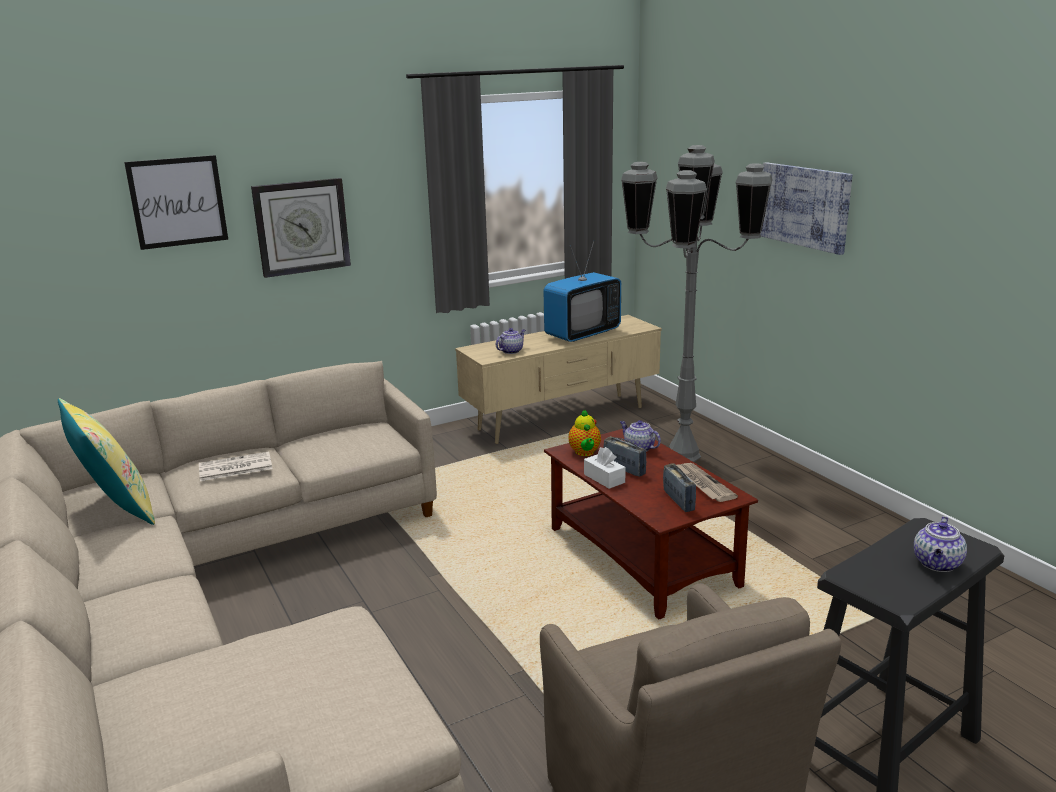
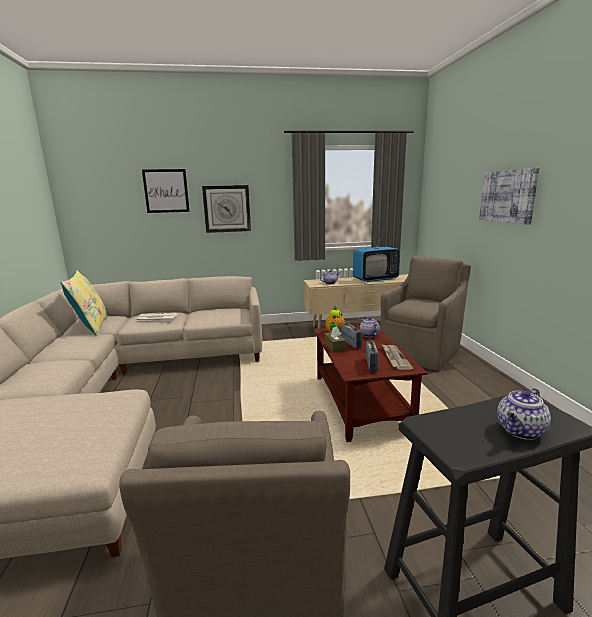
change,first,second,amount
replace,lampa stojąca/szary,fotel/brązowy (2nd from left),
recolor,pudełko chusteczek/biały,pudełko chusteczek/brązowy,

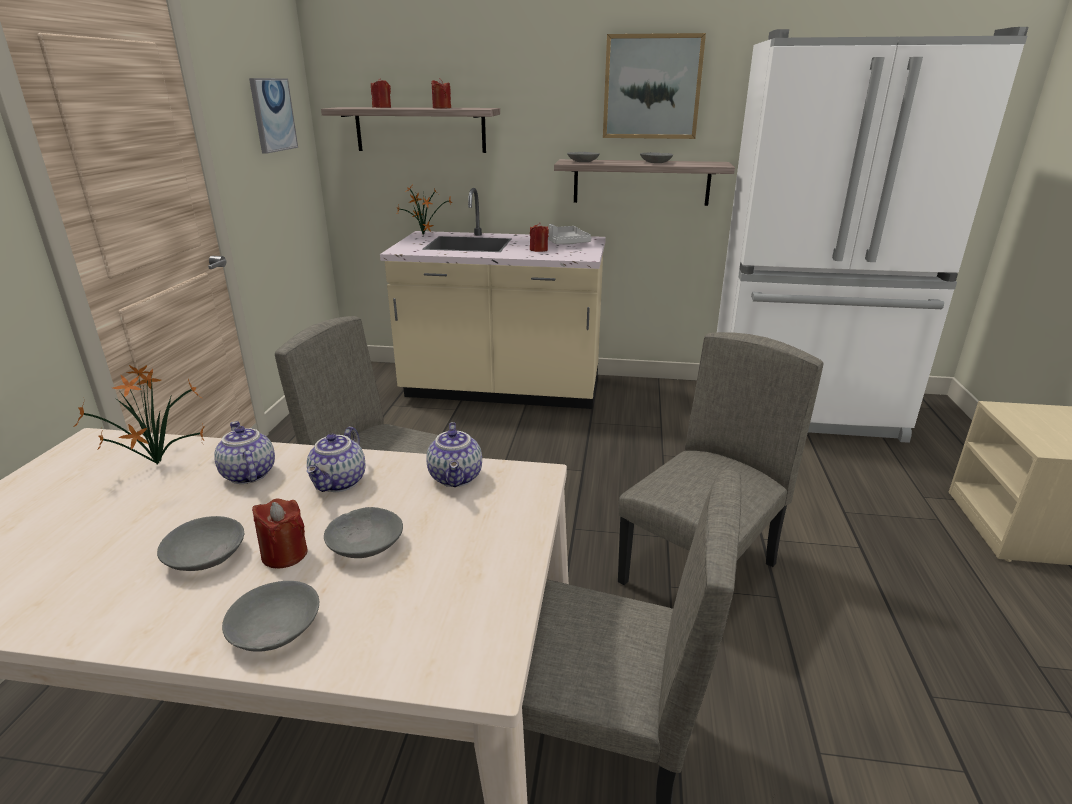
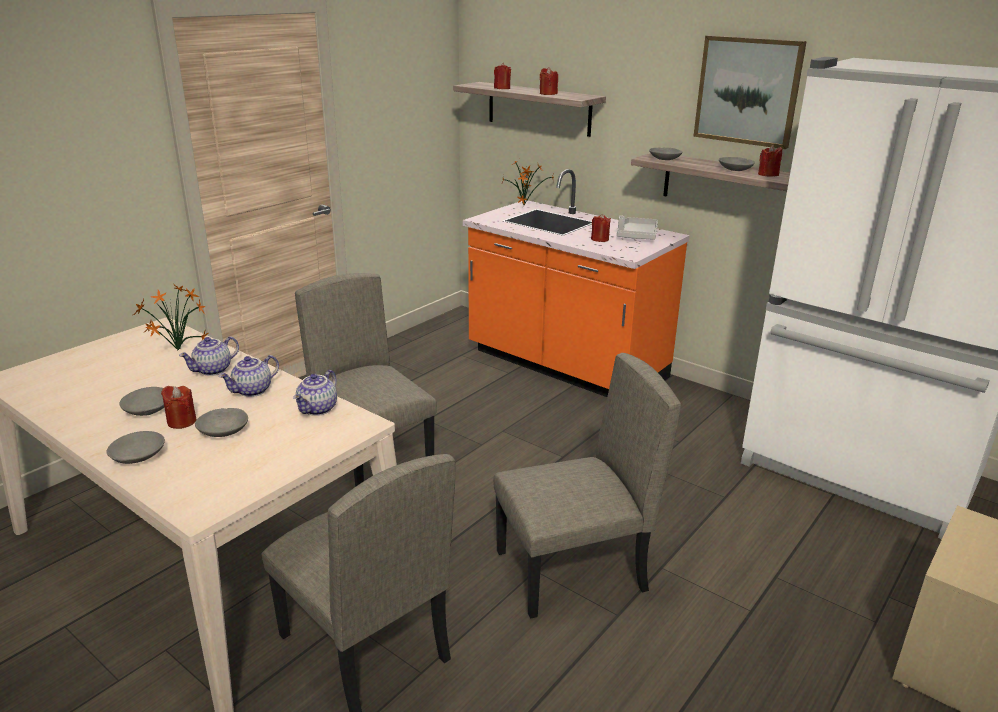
change,first,second,amount
delete,obraz (1st from left),,
recolor,zabudowa kuchenna/beżowy,zabudowa kuchenna/pomarańczowy,
rotate,imbryk (1st from left),,135 degrees counterclockwise
insert,,świeca/czerwony (5th from left),

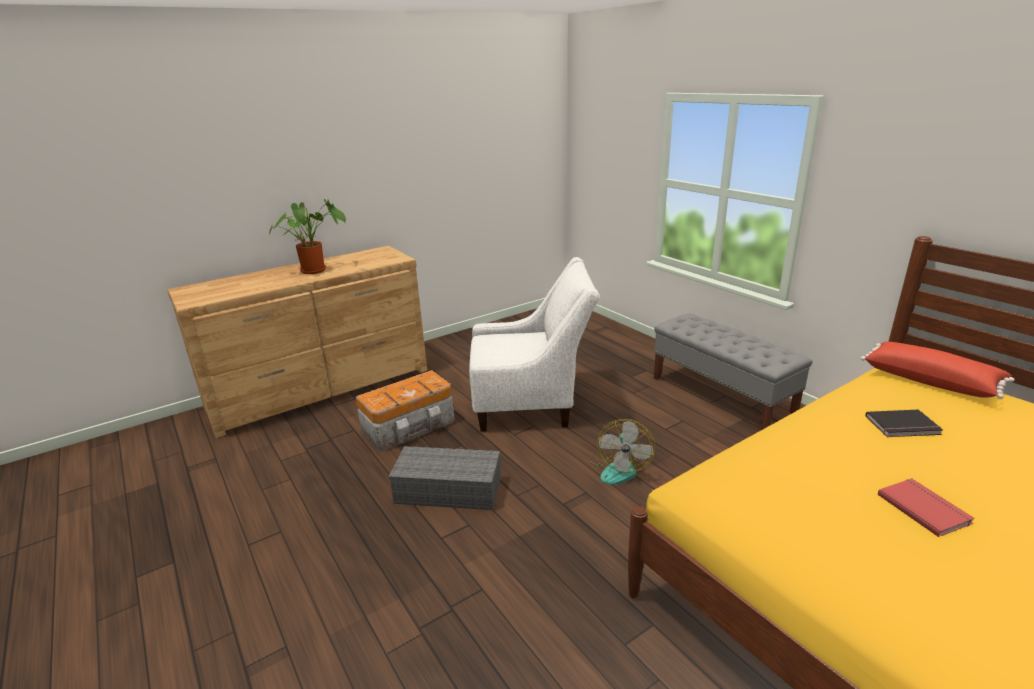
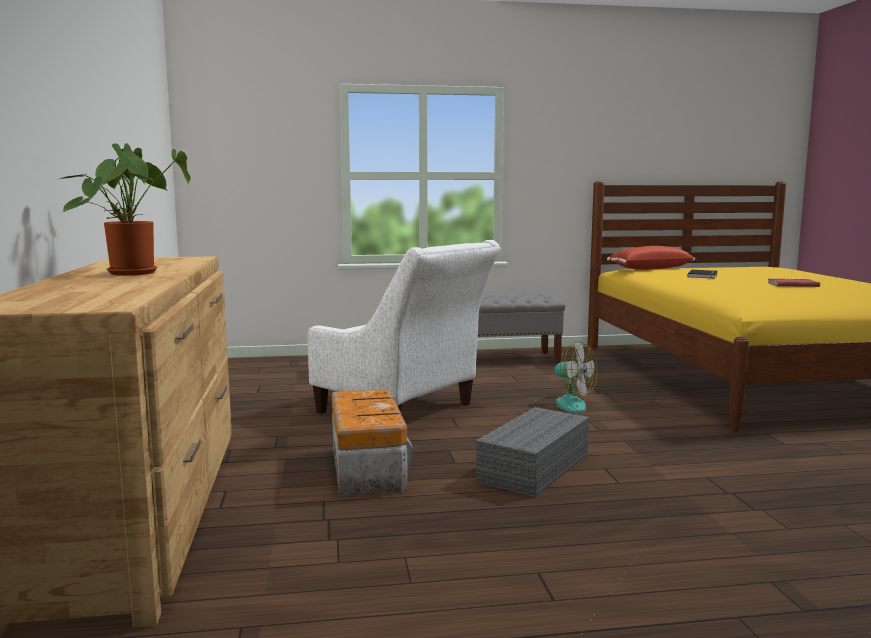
change,first,second,amount
rotate,fotel/biały,,105 degrees clockwise

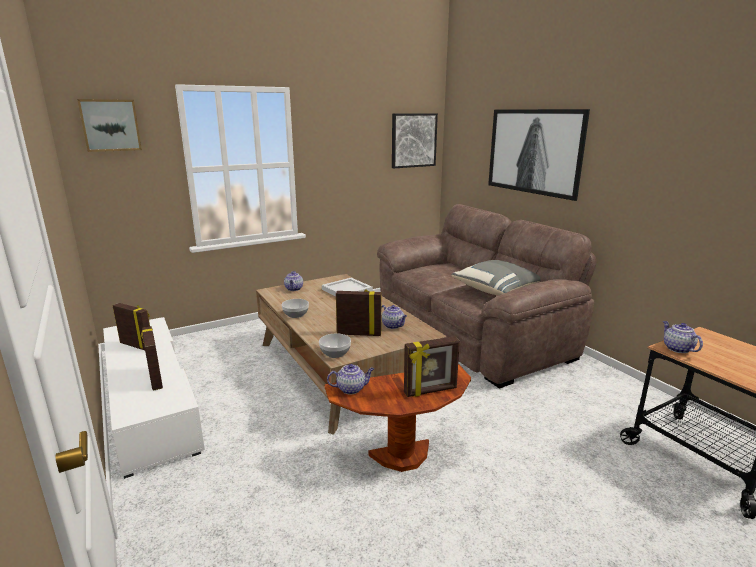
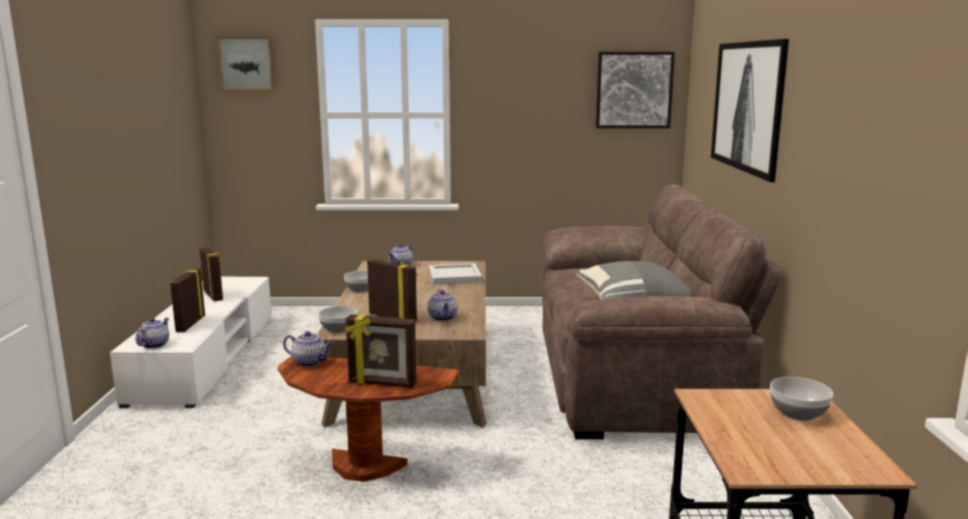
change,first,second,amount
move,imbryk (4th from left in the first image),imbryk (1st from left),
insert,,miska (3rd from left),

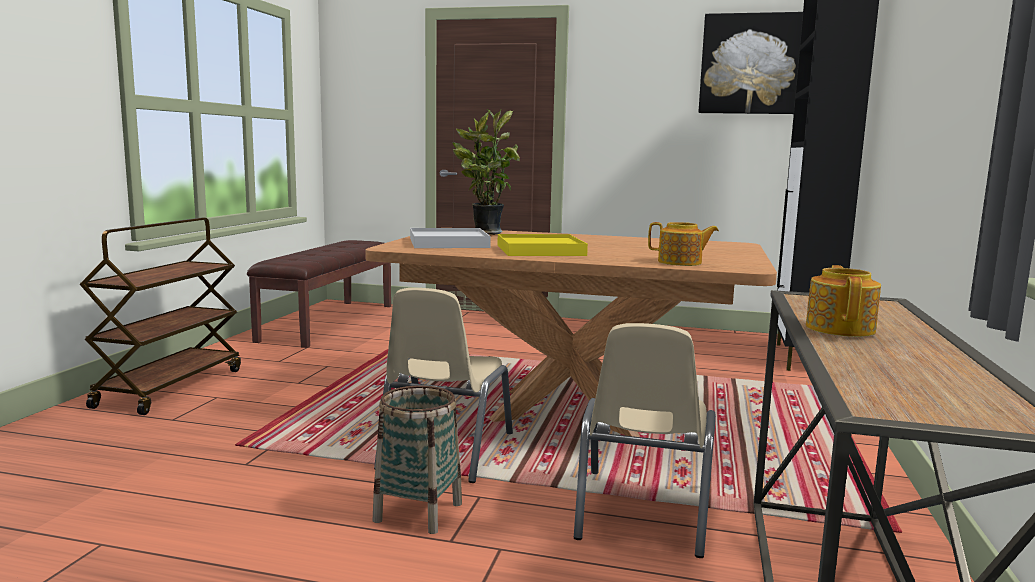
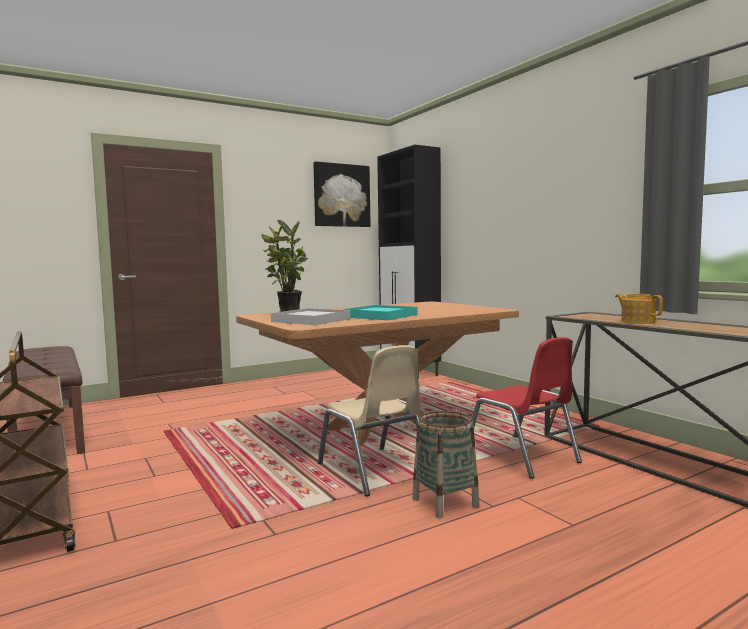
change,first,second,amount
delete,imbryk (1st from left),,
recolor,taca/żółty,taca/turkusowy,
recolor,krzesło/beżowy (2nd from left),krzesło/czerwony,

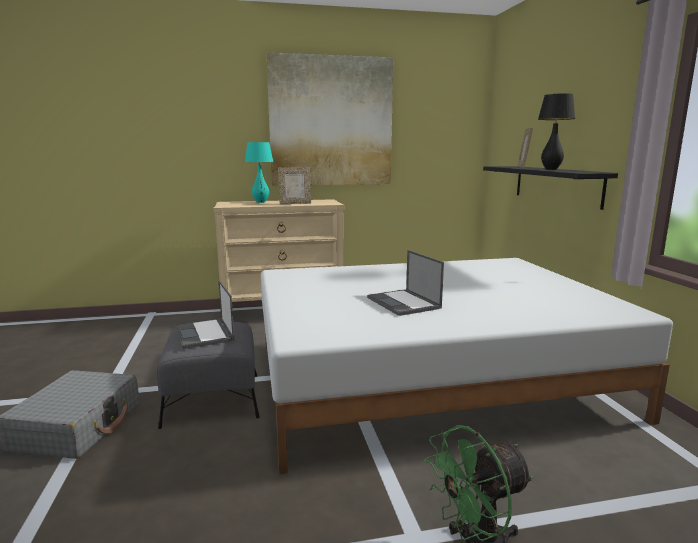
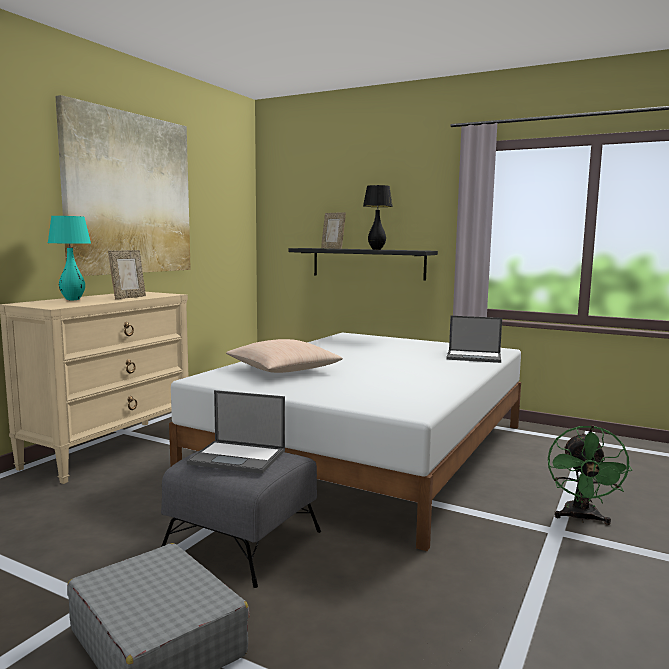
change,first,second,amount
move,laptop (2nd from left),,
insert,,poduszka/beżowy,

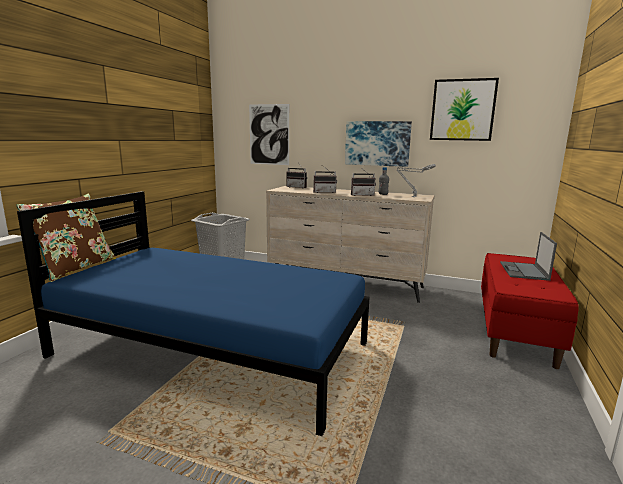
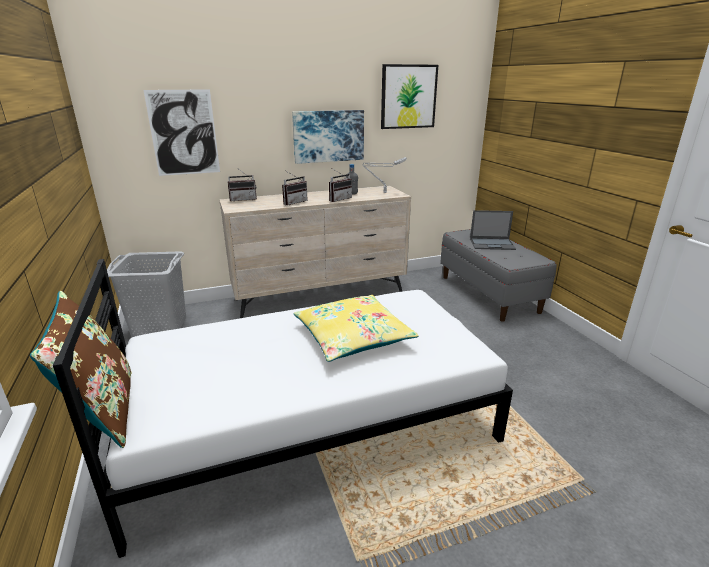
change,first,second,amount
recolor,łóżko/niebieski,łóżko/biały,
rotate,laptop,,60 degrees counterclockwise
recolor,ławka/czerwony,ławka/szary,
insert,,poduszka/żółty,

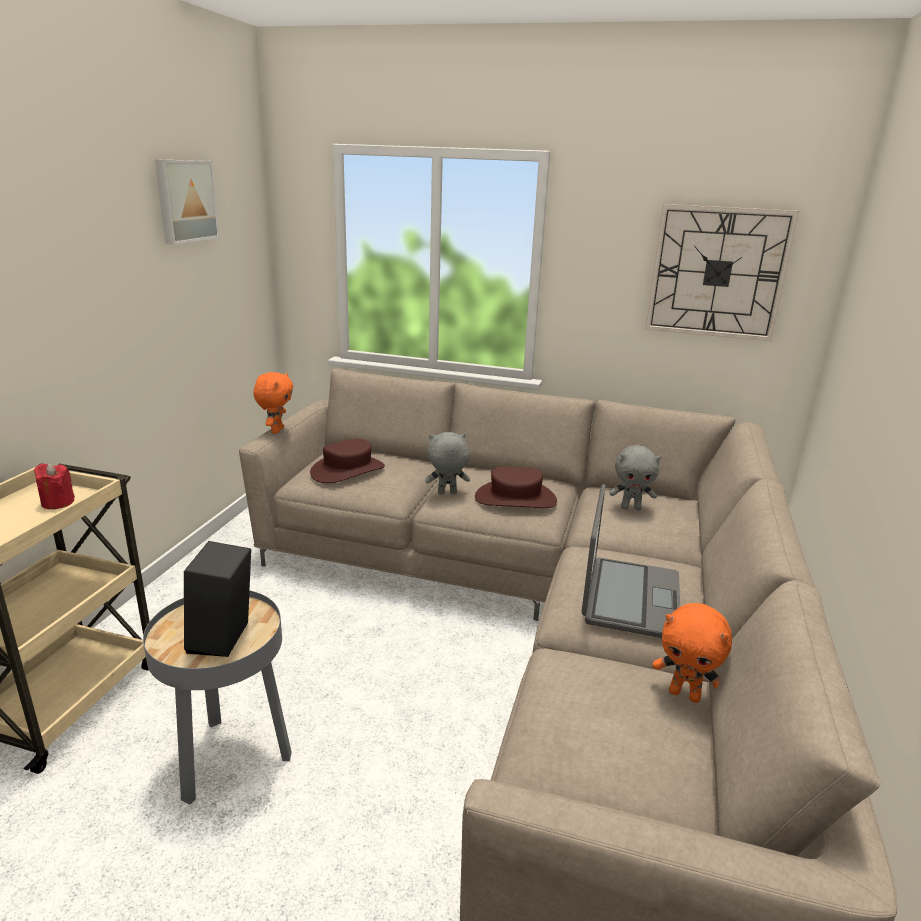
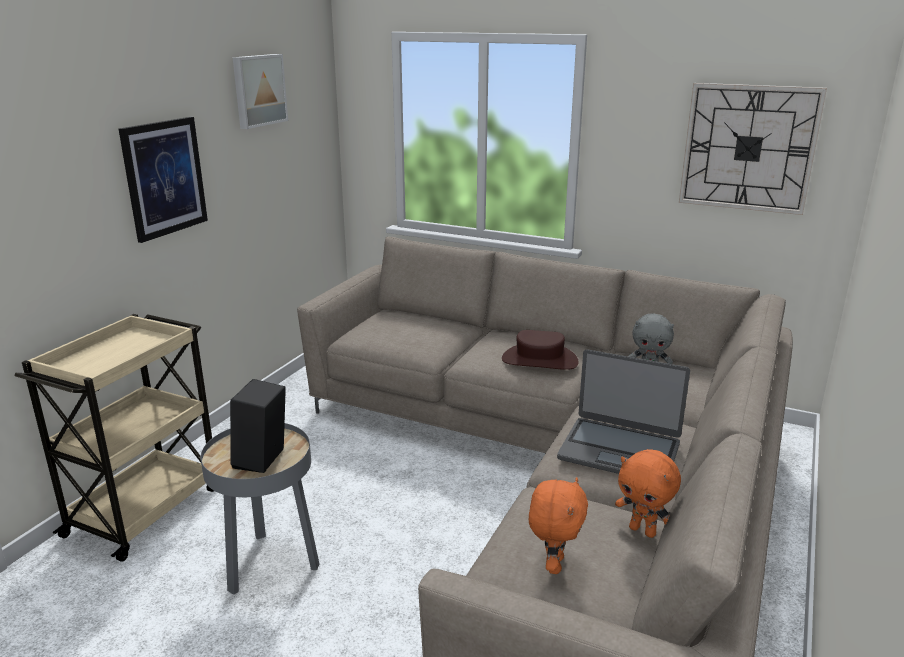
change,first,second,amount
move,pluszak/pomarańczowy (1st from left),,
delete,pluszak/szary (1st from left),,
delete,kapelusz/brązowy (1st from left),,
delete,świeca/czerwony,,
rotate,laptop,,90 degrees clockwise
insert,,obraz (1st from left),

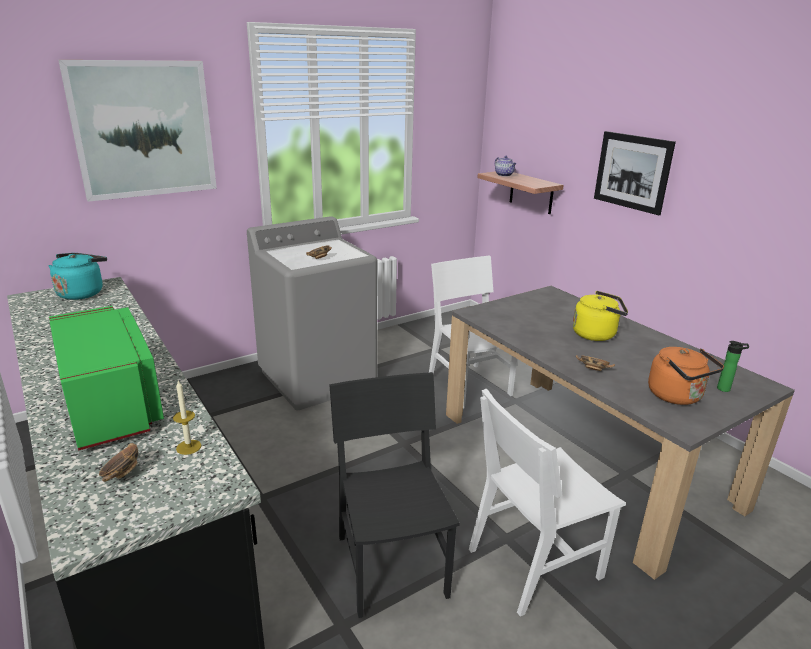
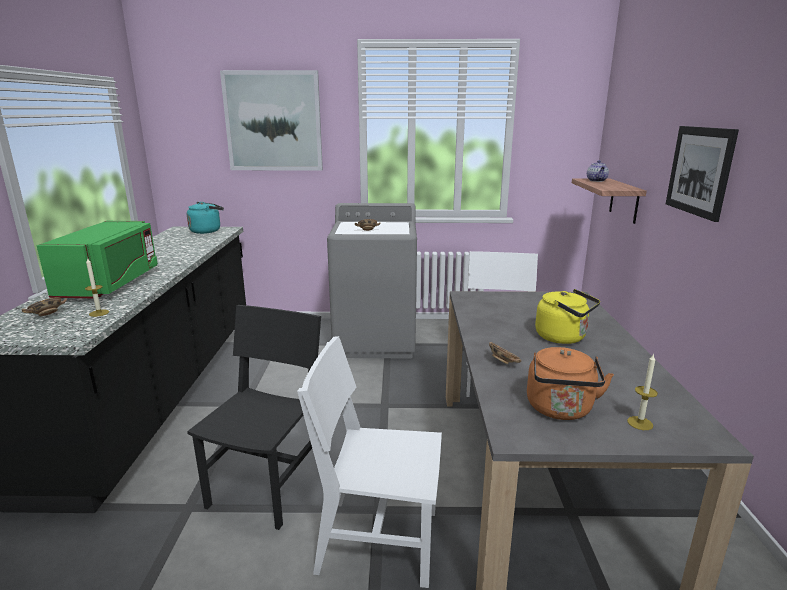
change,first,second,amount
replace,butelka,świeca (2nd from left),

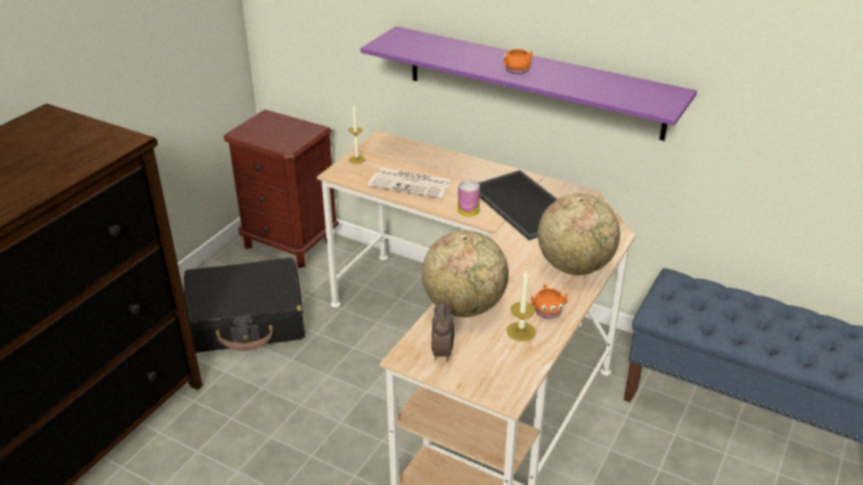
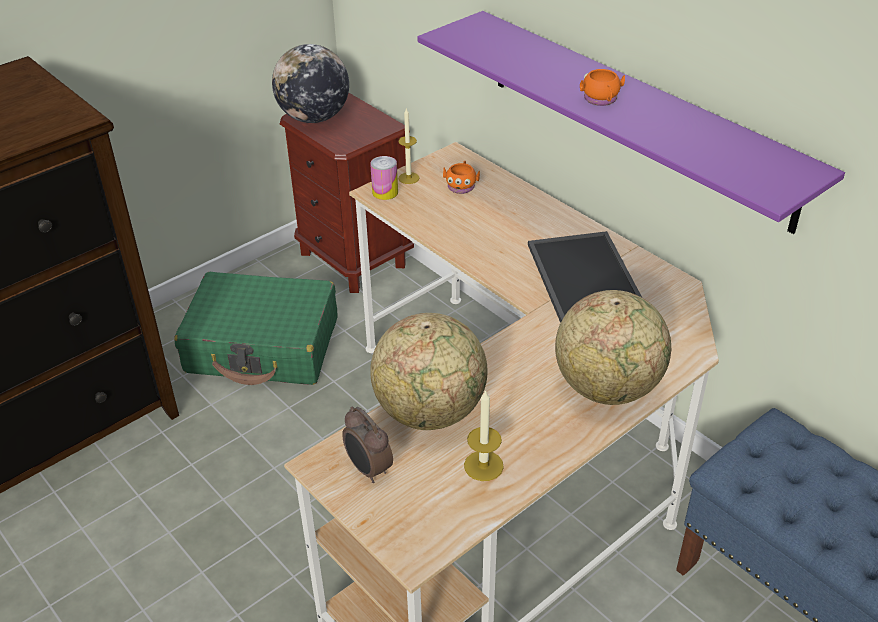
change,first,second,amount
delete,gazeta,,
move,puszka,,
recolor,walizka/czarny,walizka/zielony,
move,kubek/pomarańczowy (2nd from left in the first image),kubek/pomarańczowy (1st from left),
rotate,budzik,,120 degrees clockwise
insert,,globus (1st from left),

